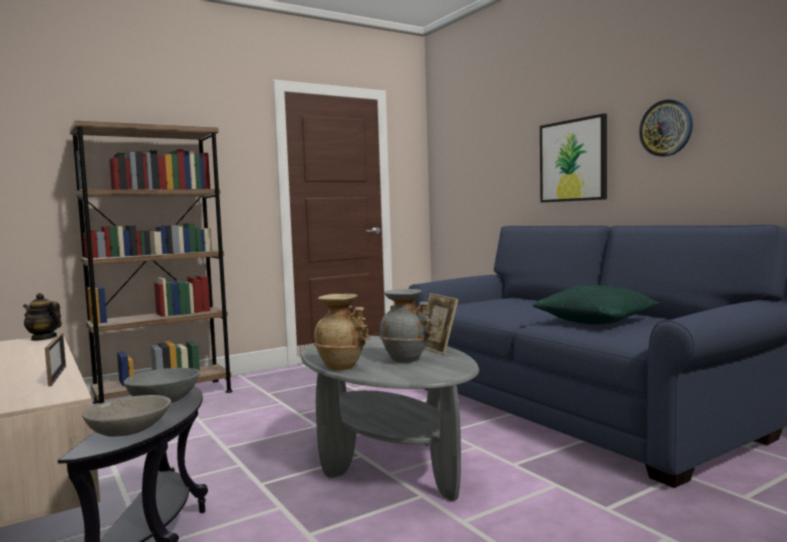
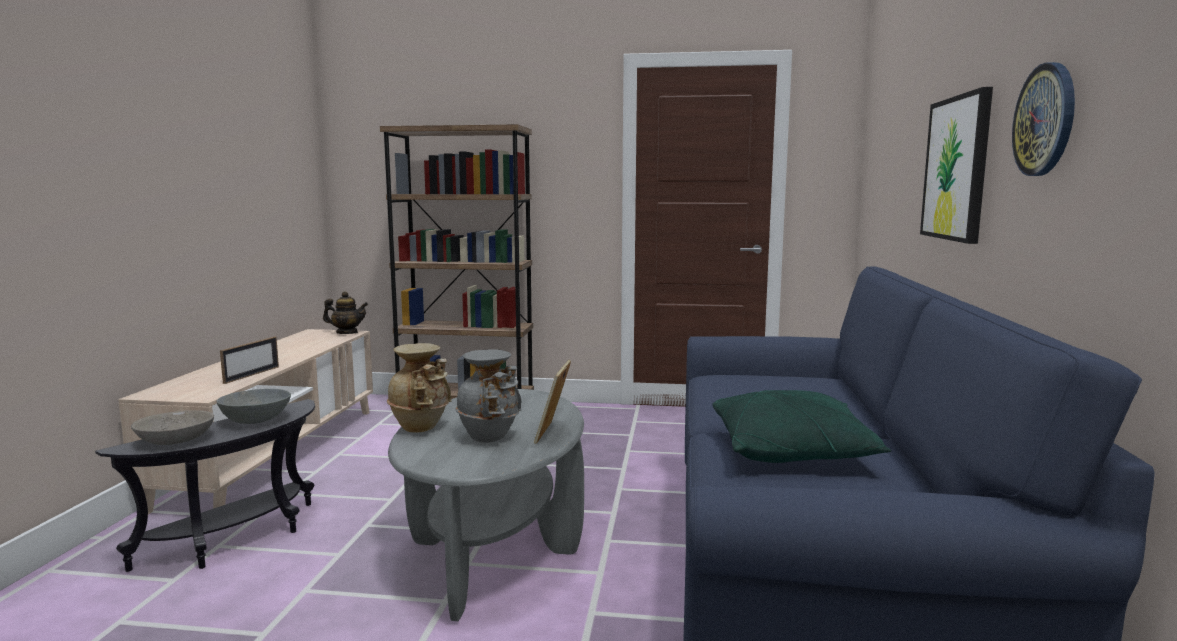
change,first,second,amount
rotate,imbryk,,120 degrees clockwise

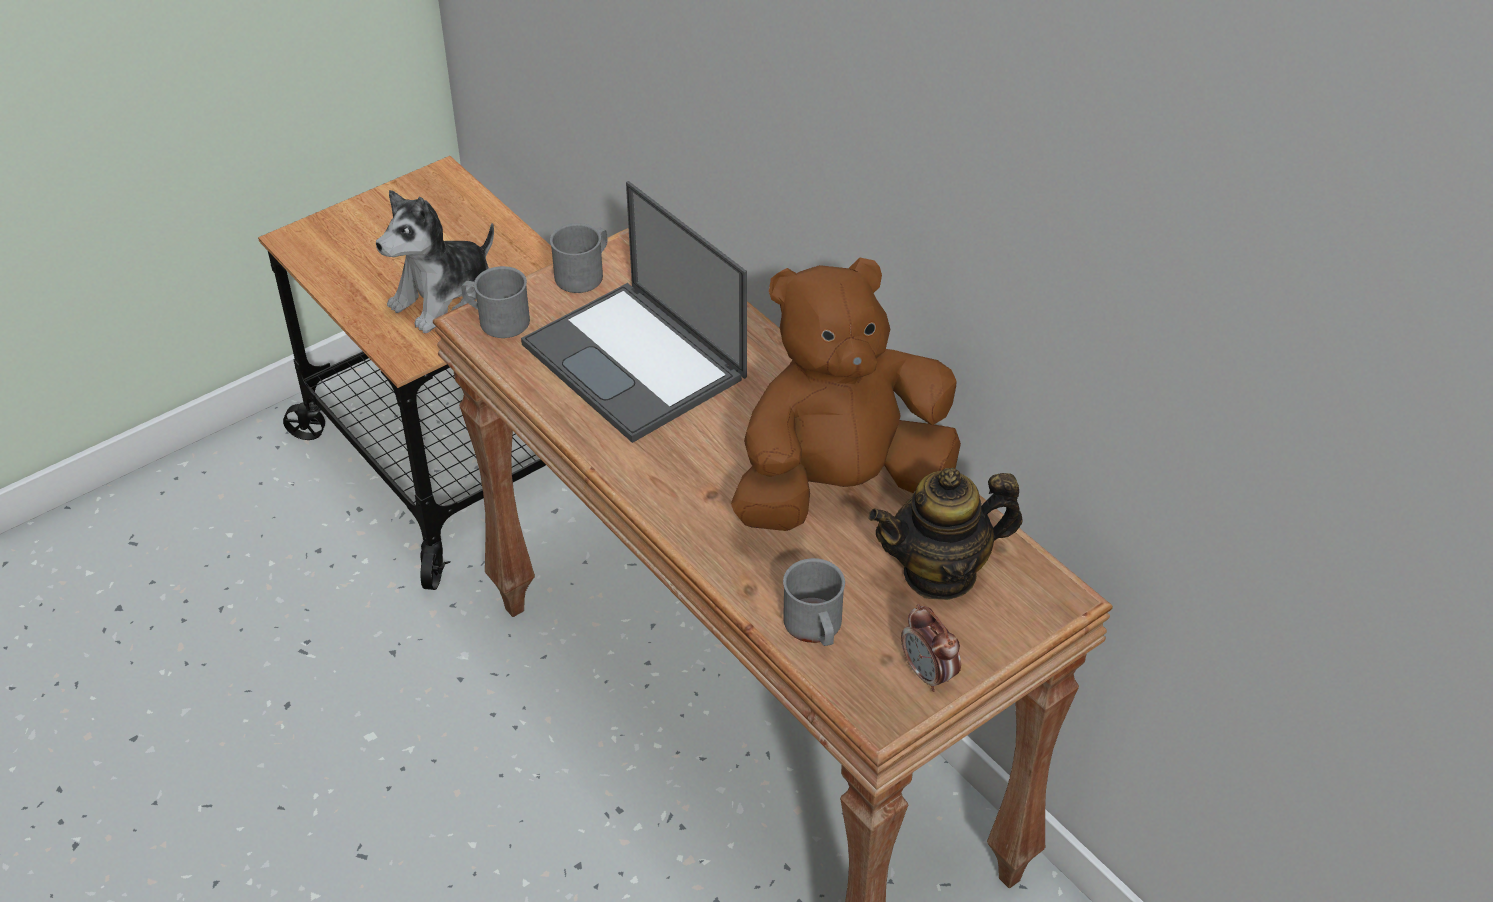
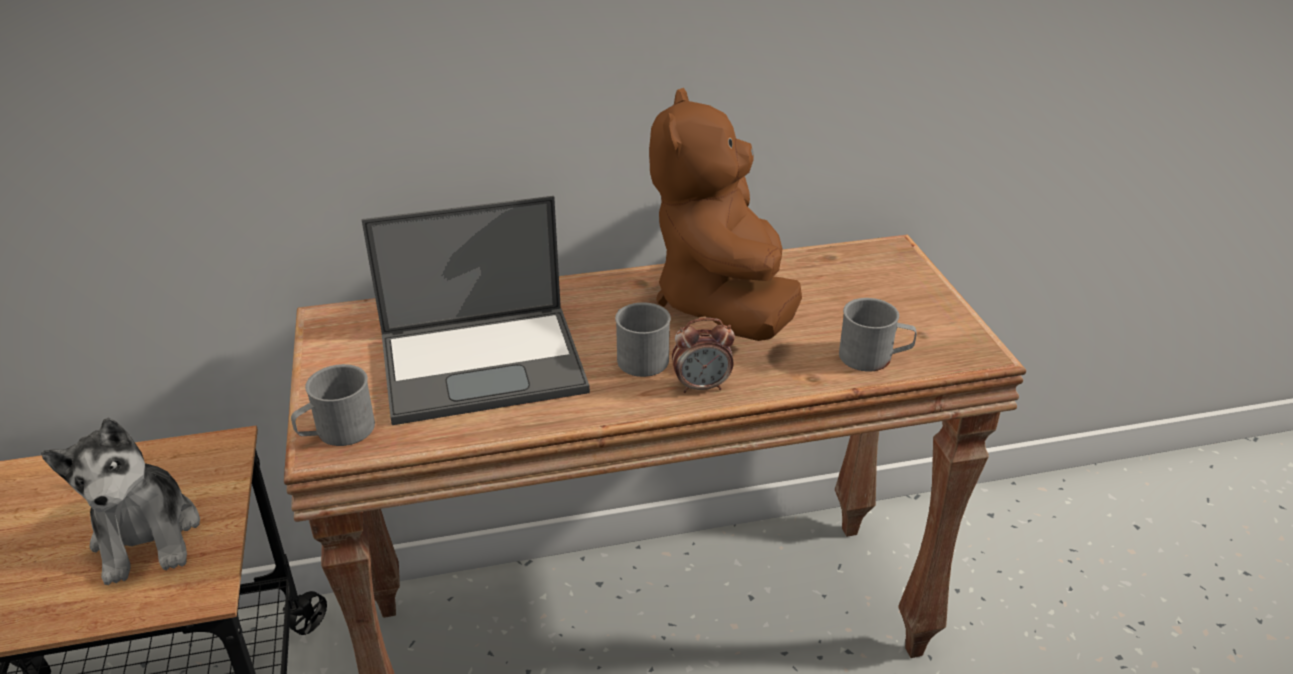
change,first,second,amount
move,kubek/szary (2nd from left),,
delete,imbryk,,
move,budzik,,

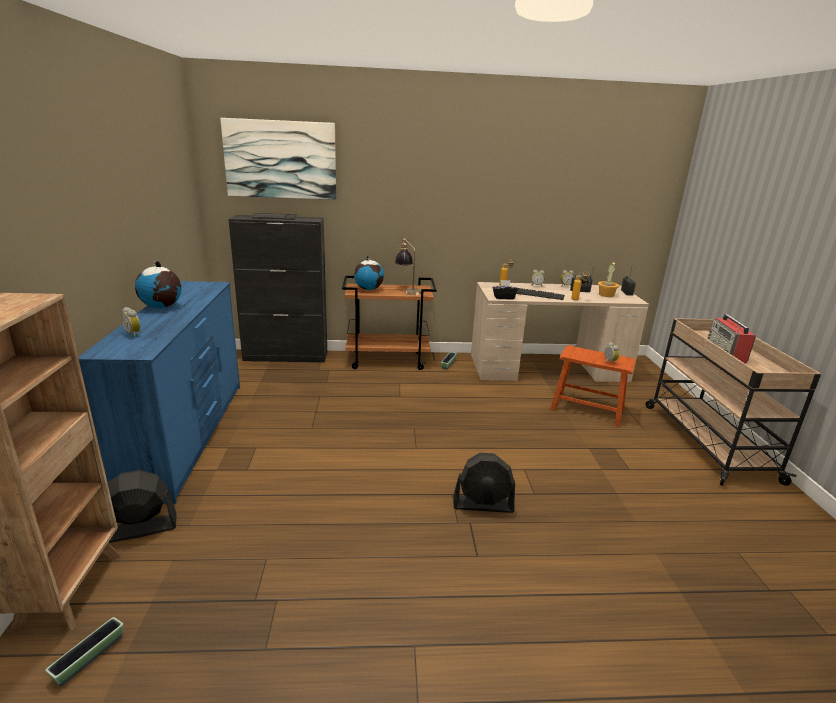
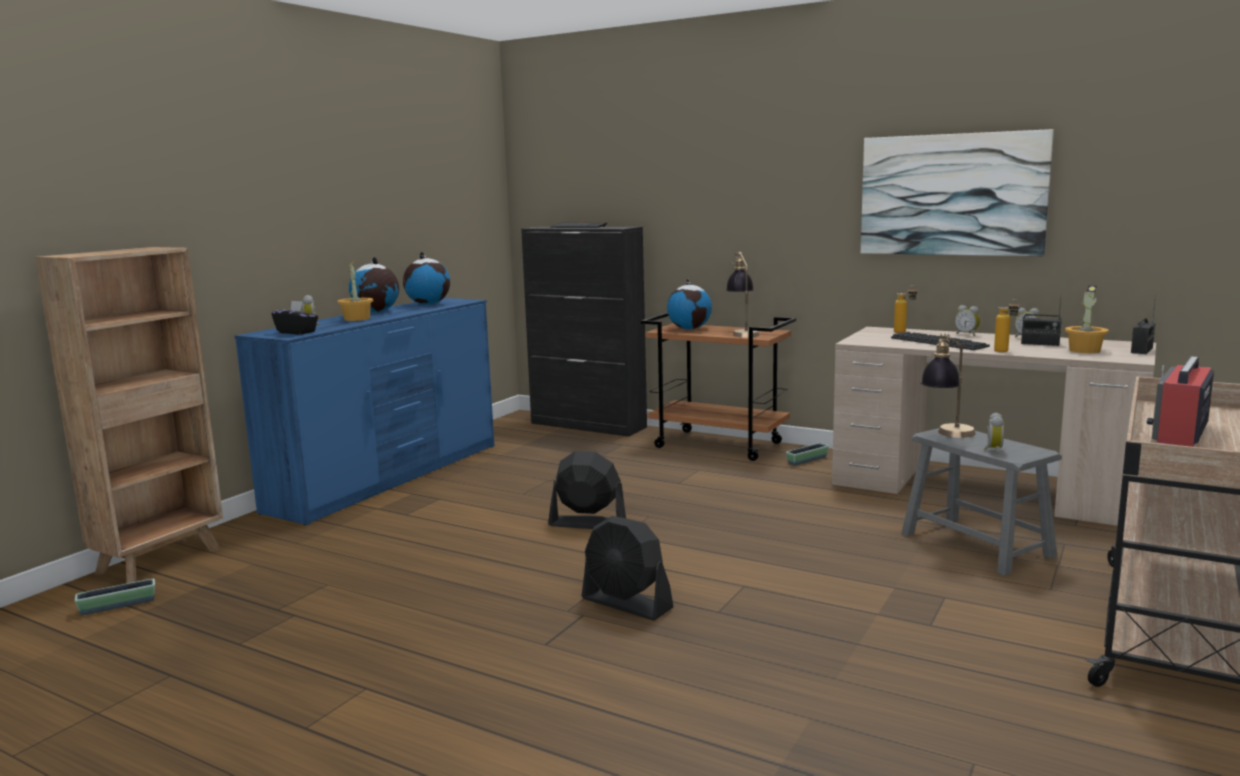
change,first,second,amount
move,obraz,,
move,pudełko chusteczek/czarny,,
recolor,stołek/brązowy,stołek/szary,
move,wentylator/czarny (1st from left),,
insert,,globus (2nd from left),
insert,,roślina doniczkowa (1st from left),
insert,,lampa stołowa (2nd from left),

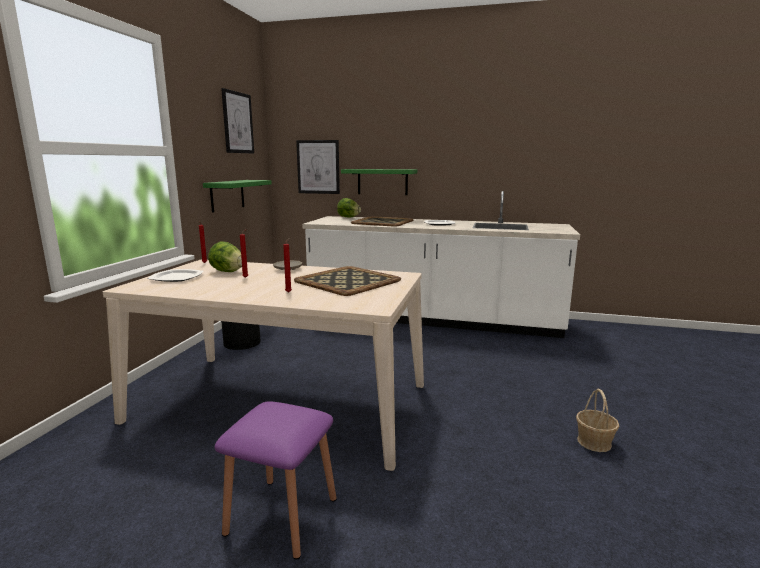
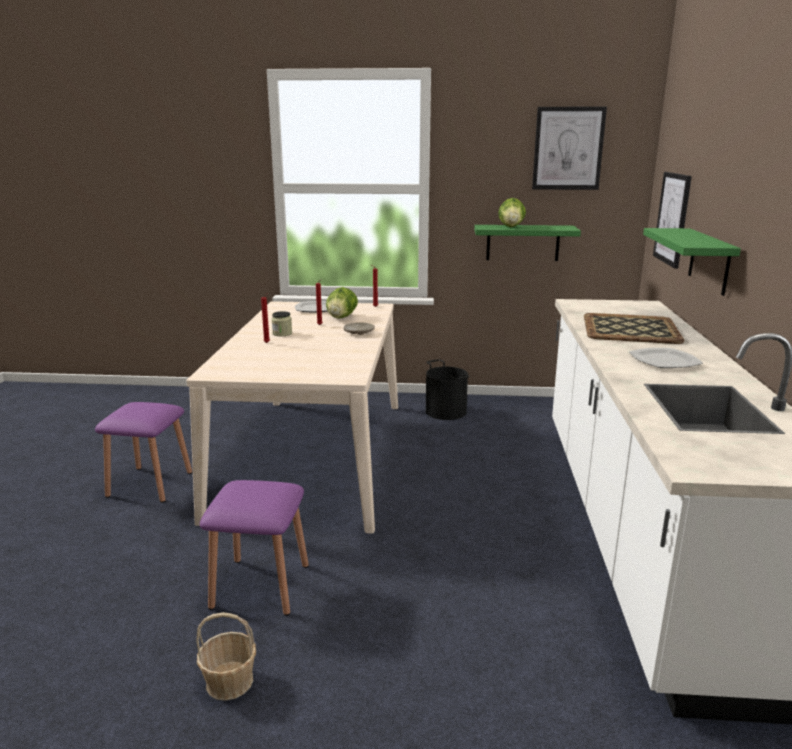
change,first,second,amount
move,sałata (2nd from left),,
delete,taca (1st from left),,
insert,,słoik,
insert,,stołek/fioletowy (2nd from left),

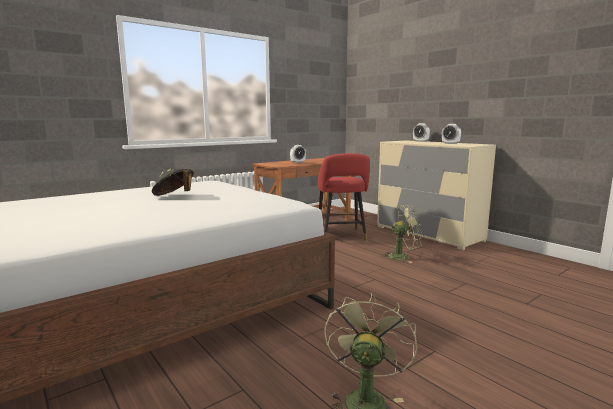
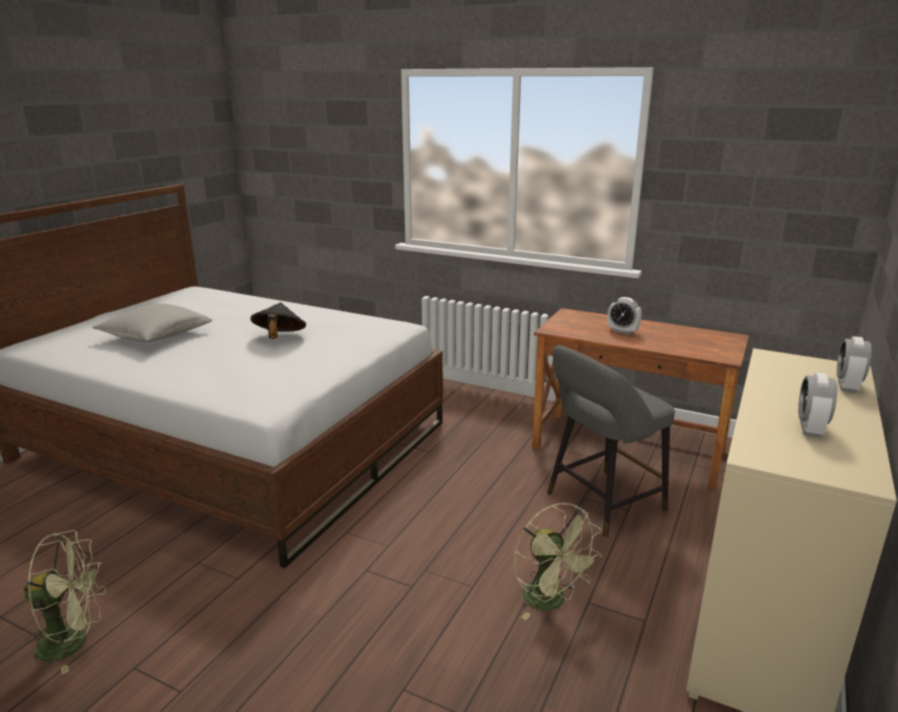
change,first,second,amount
recolor,stołek/czerwony,stołek/szary,
insert,,poduszka/szary,

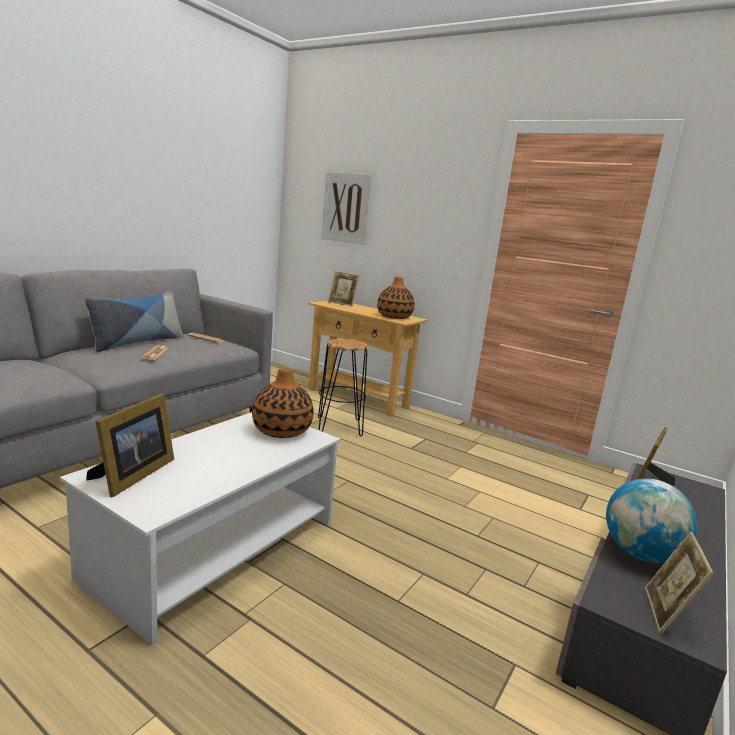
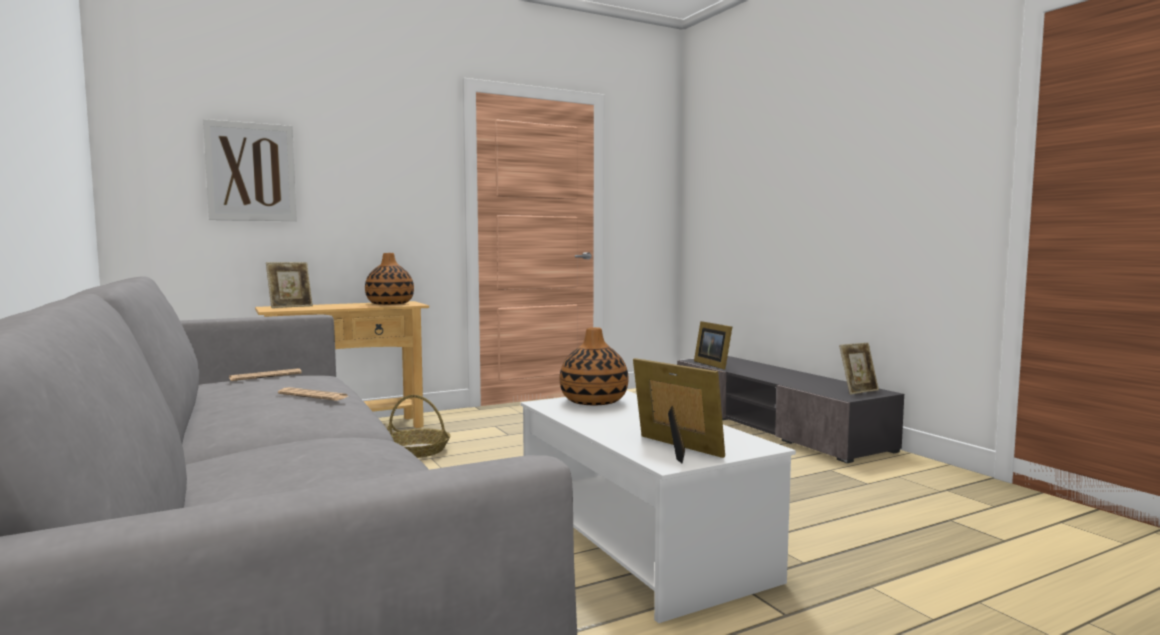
change,first,second,amount
delete,poduszka,,
replace,stołek/czarny,koszyk,
delete,globus,,
rotate,ramka na zdjęcie (4th from left),,75 degrees counterclockwise

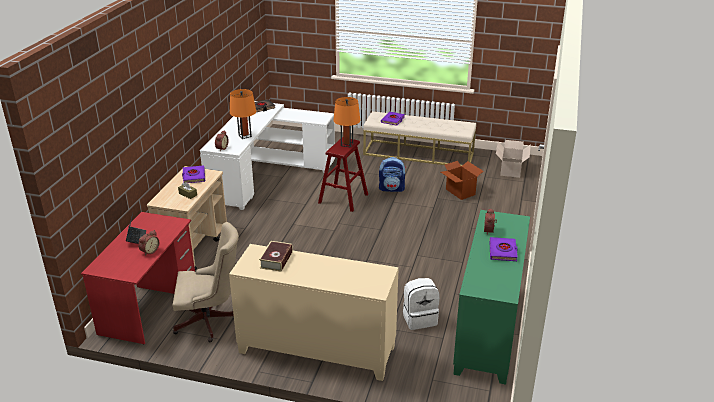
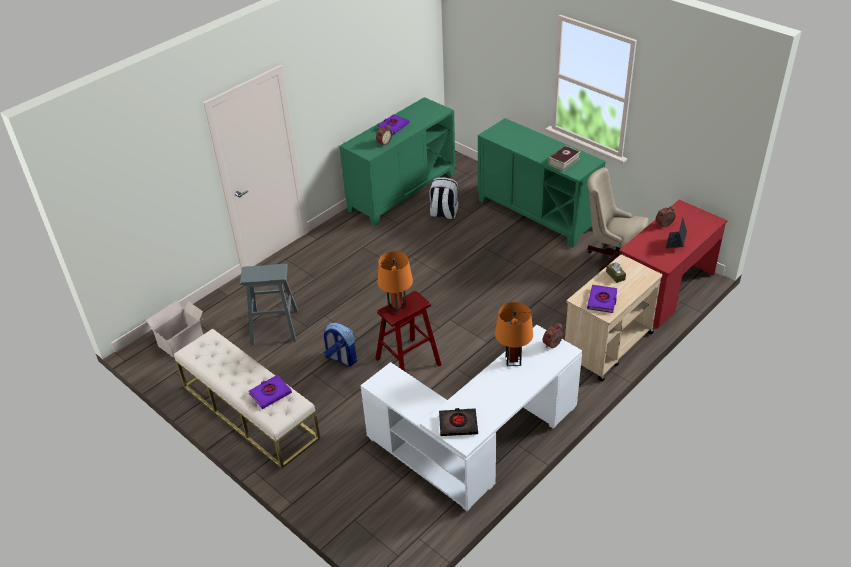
change,first,second,amount
replace,karton (1st from left),stołek/szary,
recolor,szafka/beżowy,szafka/zielony (2nd from left),

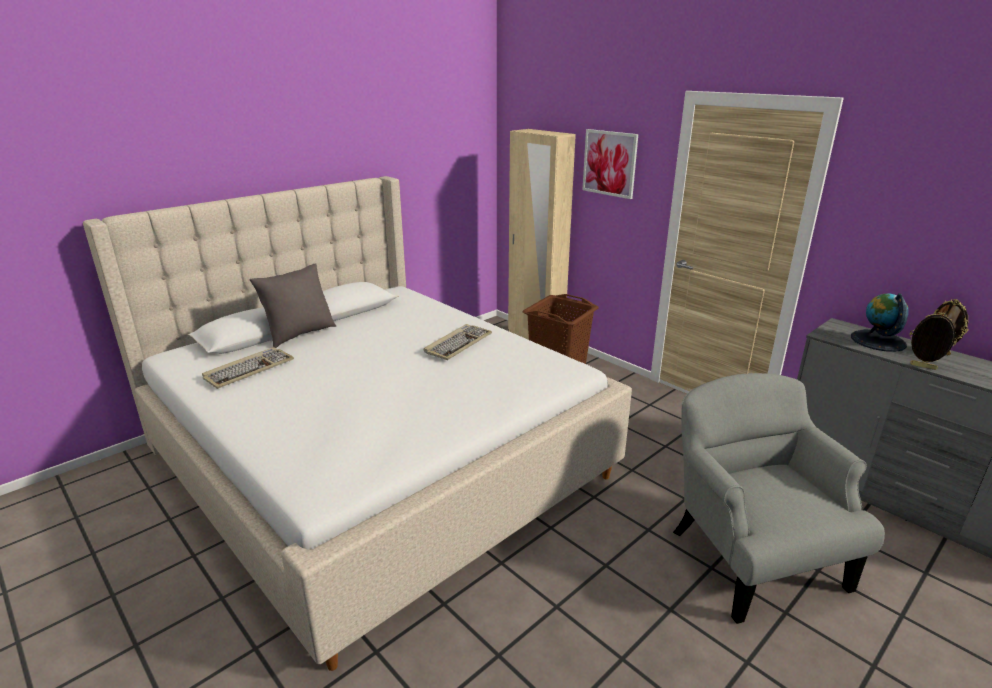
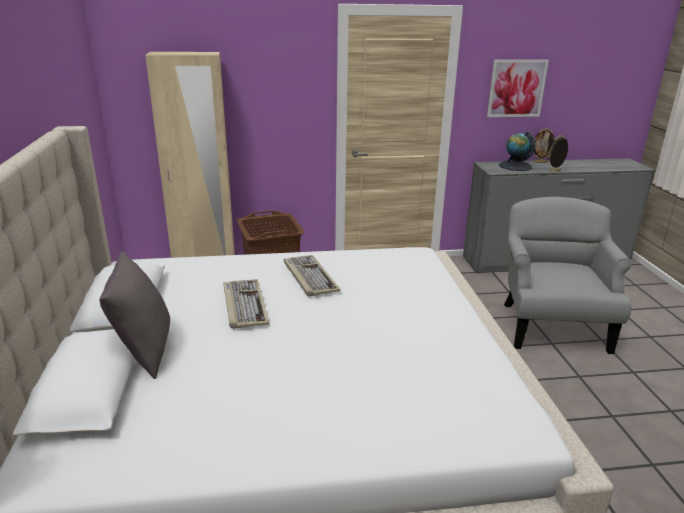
change,first,second,amount
move,obraz,,
move,klawiatura (1st from left),,
rotate,fotel/szary,,75 degrees clockwise

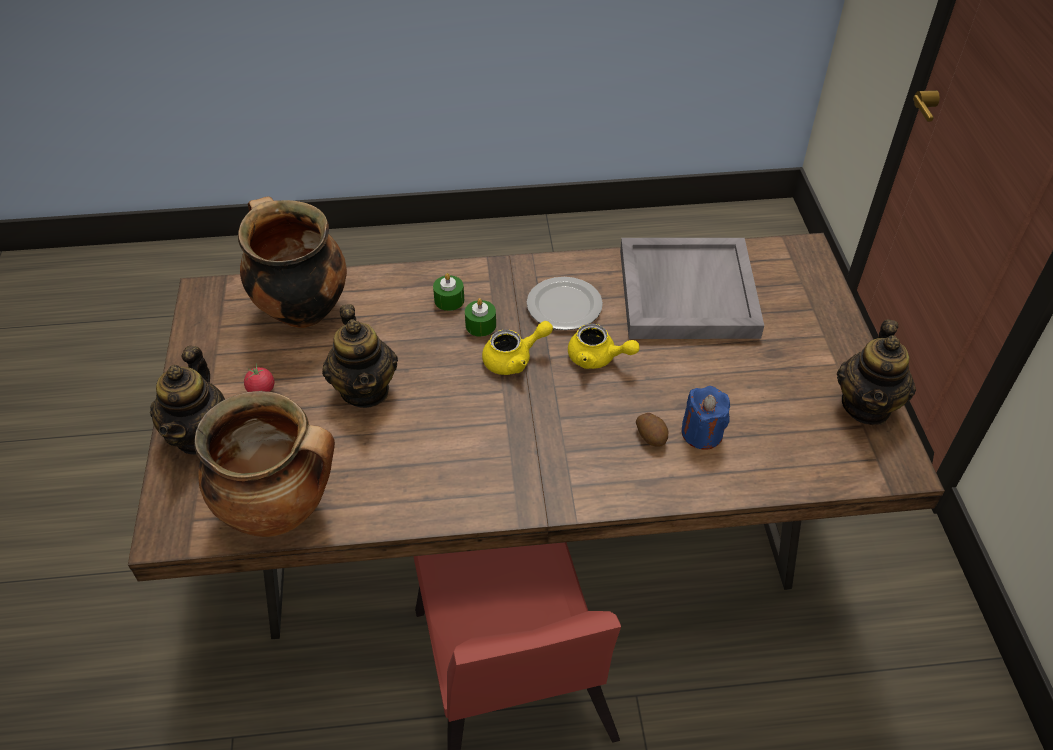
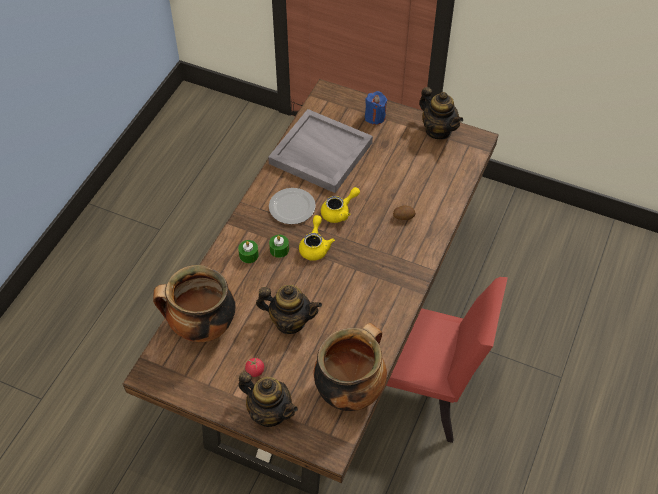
change,first,second,amount
move,świeca/niebieski,,

